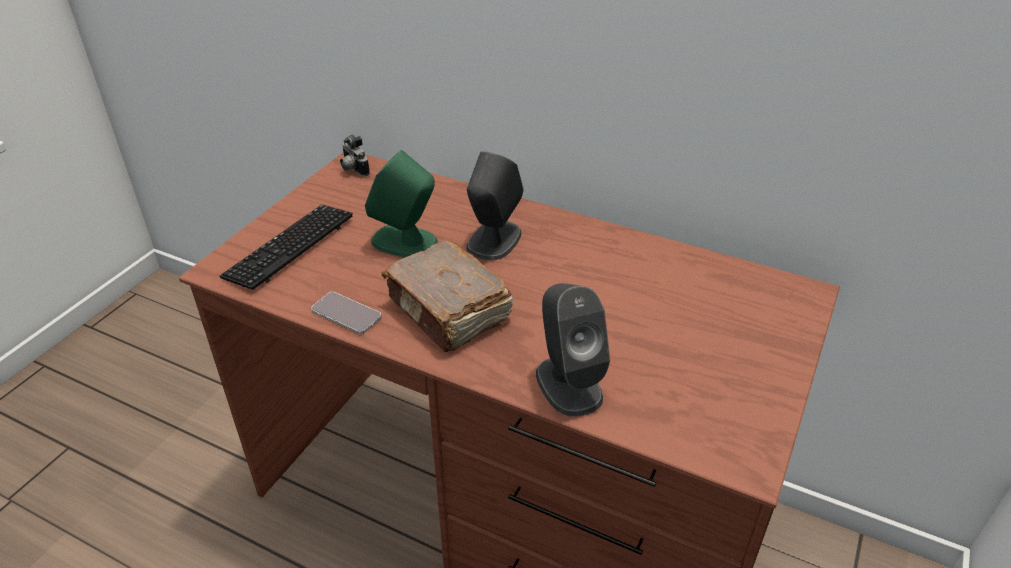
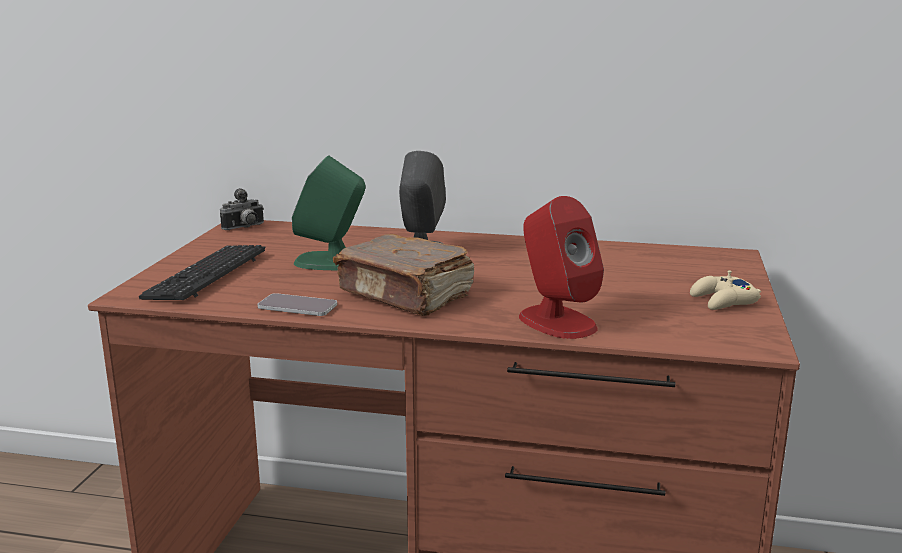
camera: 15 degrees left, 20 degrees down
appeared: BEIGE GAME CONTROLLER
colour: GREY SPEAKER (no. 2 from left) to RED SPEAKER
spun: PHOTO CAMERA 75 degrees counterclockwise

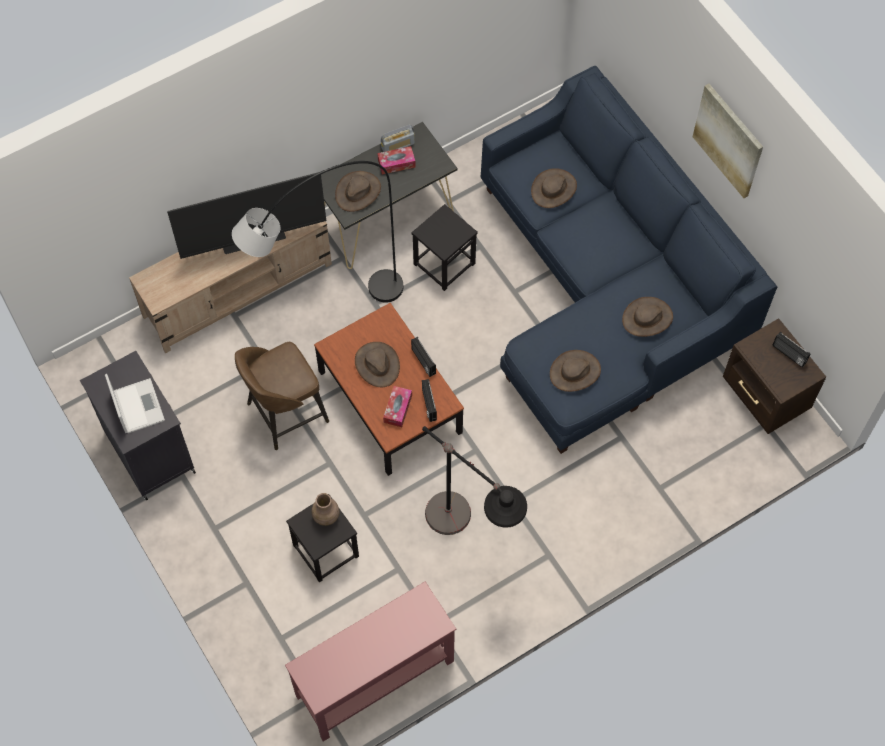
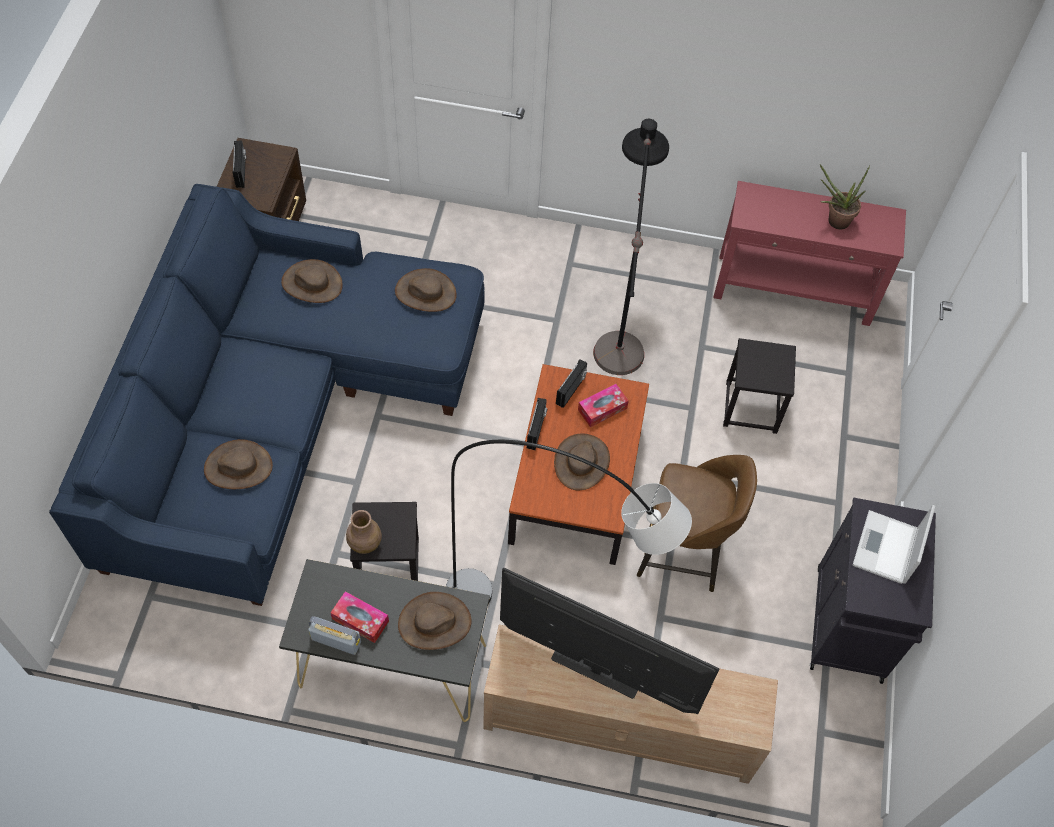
camera: 140 degrees left, 5 degrees down
missing: PICTURE
appeared: POTTED PLANT
relocated: BROWN VASE

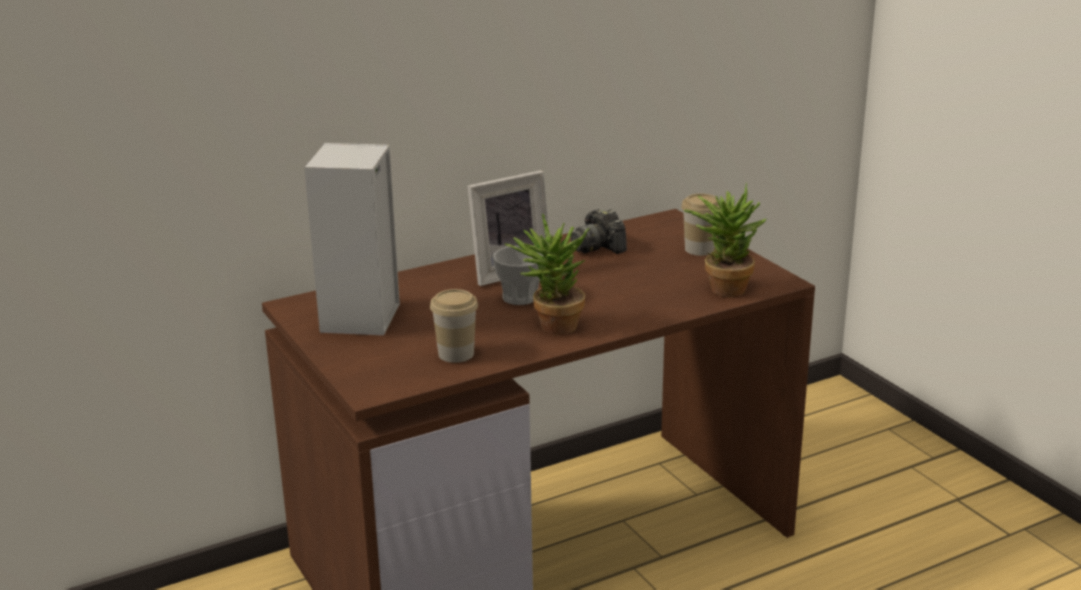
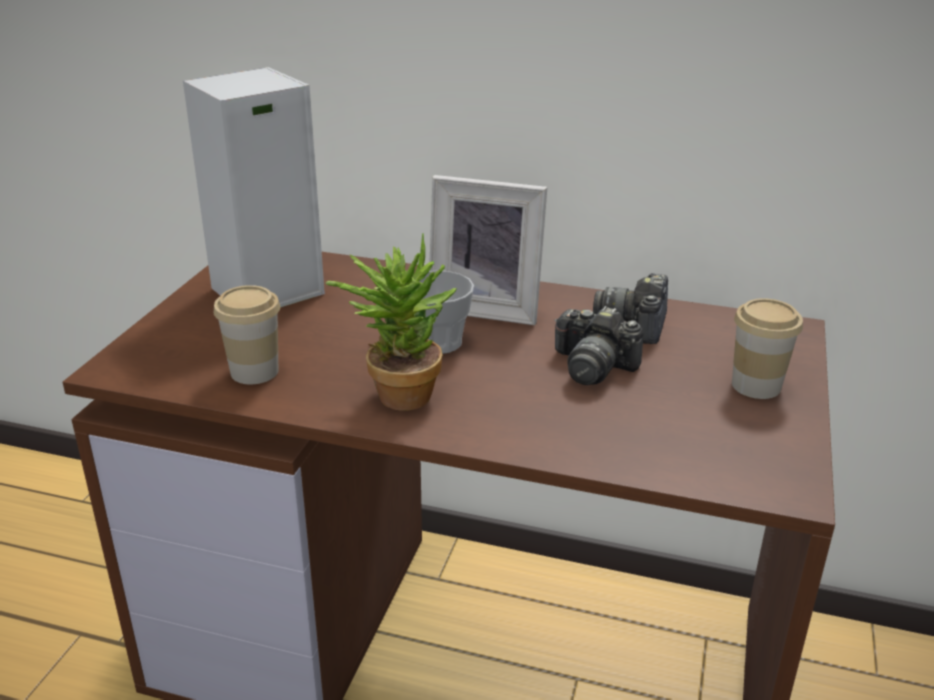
camera: 45 degrees right, 5 degrees up
missing: POTTED PLANT (no. 2 from left)
appeared: PHOTO CAMERA (no. 1 from left)

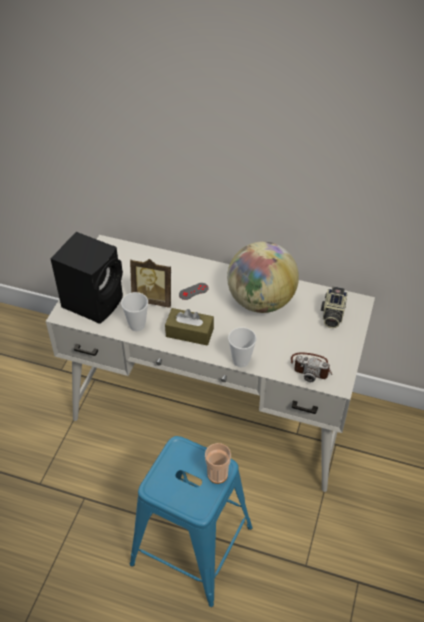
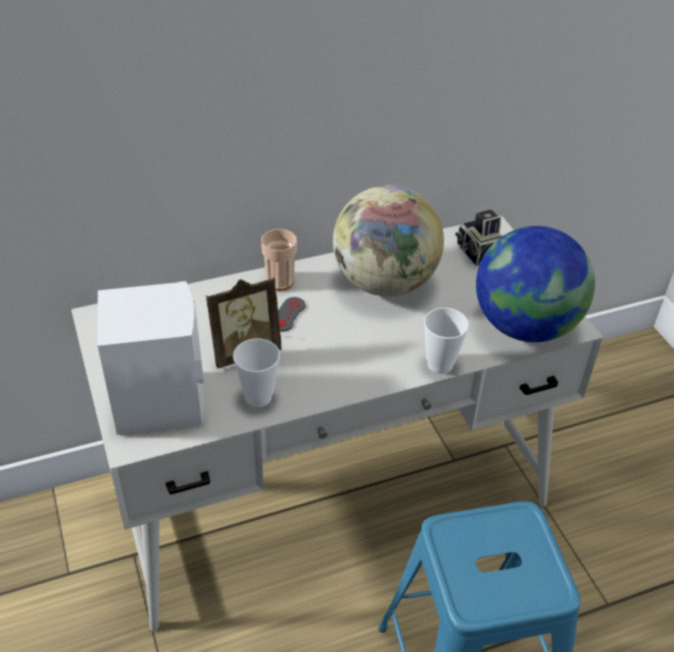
camera: 40 degrees left, 5 degrees down
missing: BROWN TISSUE BOX
relocated: CUP (no. 2 from left)
exchanged: PHOTO CAMERA (no. 1 from left) to GLOBE (no. 2 from left)
colour: BLACK SPEAKER to WHITE SPEAKER

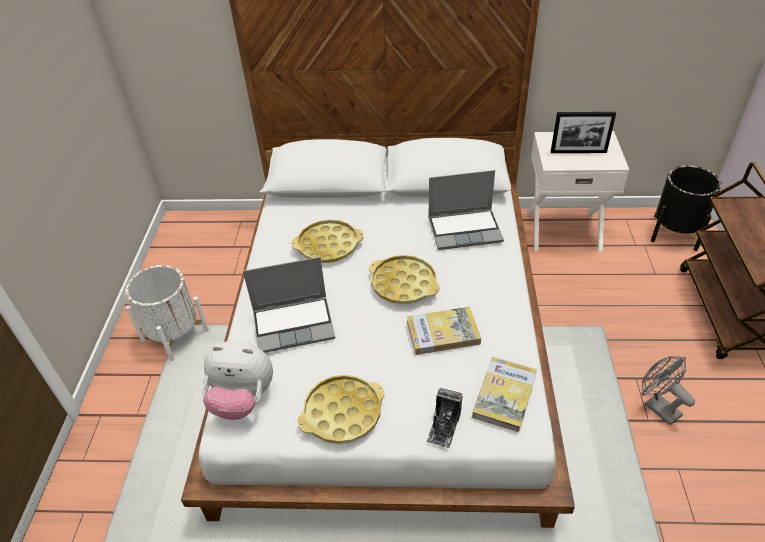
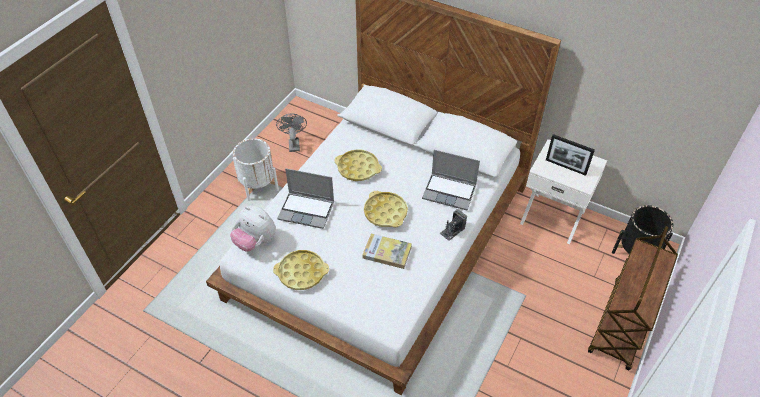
camera: 25 degrees right, 5 degrees up
missing: BOOK (no. 2 from left)
relocated: GREY FAN; PHOTO CAMERA

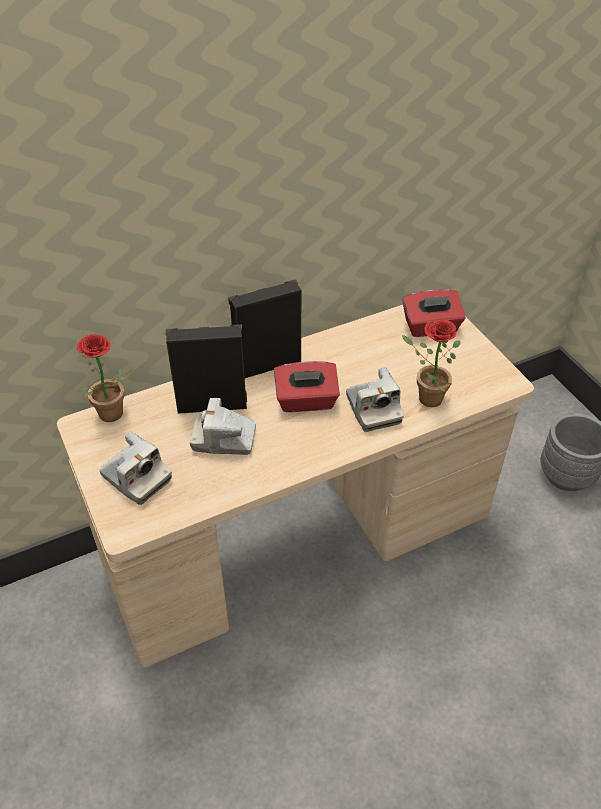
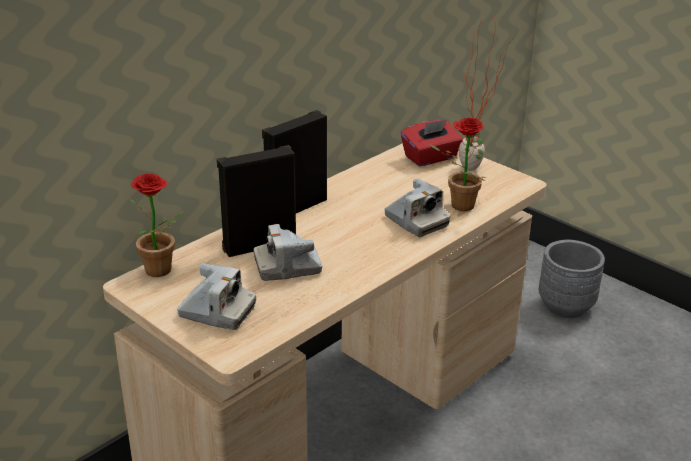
camera: 20 degrees left, 15 degrees down
missing: RED TISSUE BOX (no. 1 from left)
appeared: POTTED PLANT (no. 3 from left)

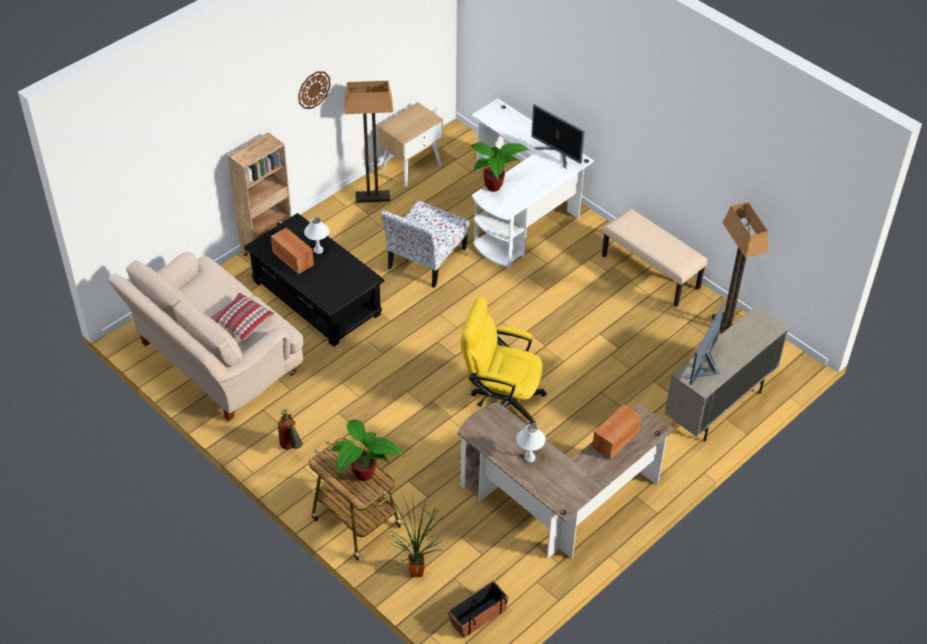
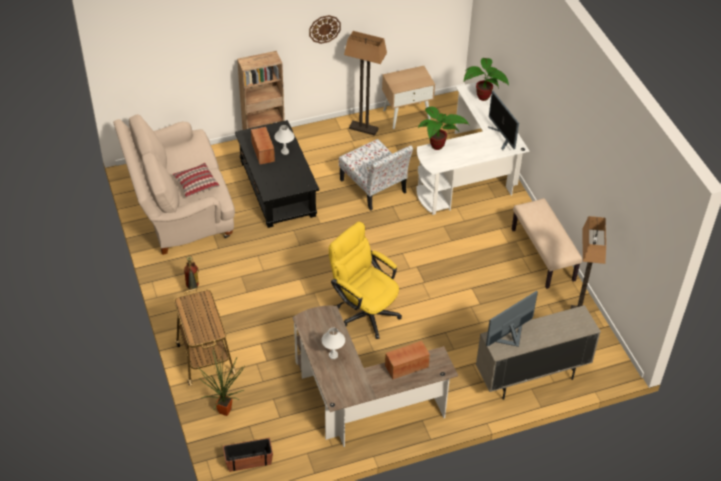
camera: 25 degrees right, 0 degrees up
relocated: POTTED PLANT (no. 1 from left in the first image) to POTTED PLANT (no. 3 from left)
spun: CHAIR 90 degrees counterclockwise

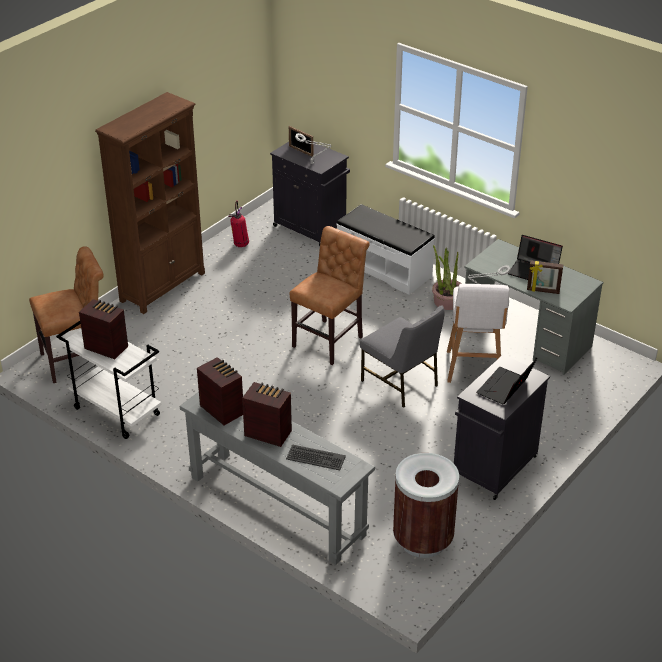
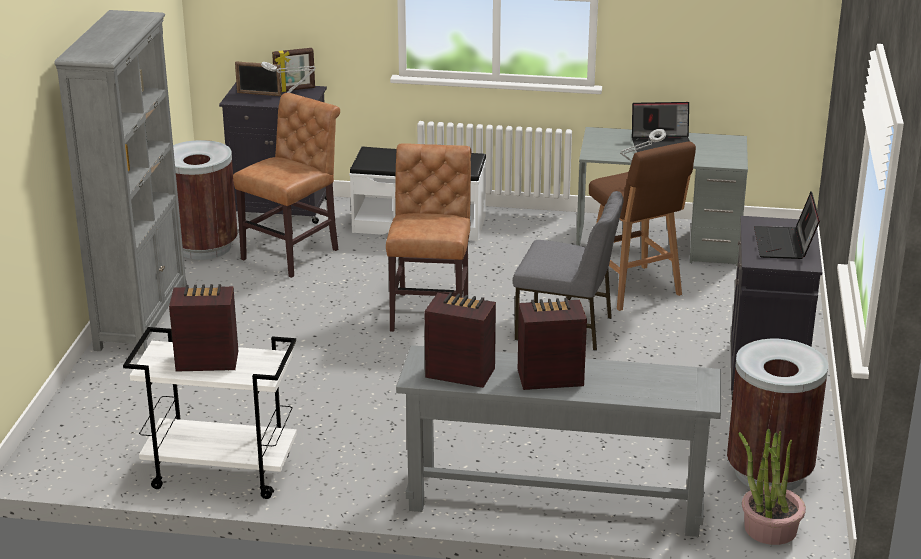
camera: 30 degrees left, 10 degrees down
missing: KEYBOARD
relocated: POTTED PLANT; BROWN CHAIR (no. 1 from left); PICTURE FRAME (no. 2 from left)
exchanged: FIRE EXTINGUISHER to BROWN TRASH CAN (no. 1 from left)
colour: BROWN BOOKCASE to GREY BOOKCASE; WHITE STOOL to BROWN STOOL

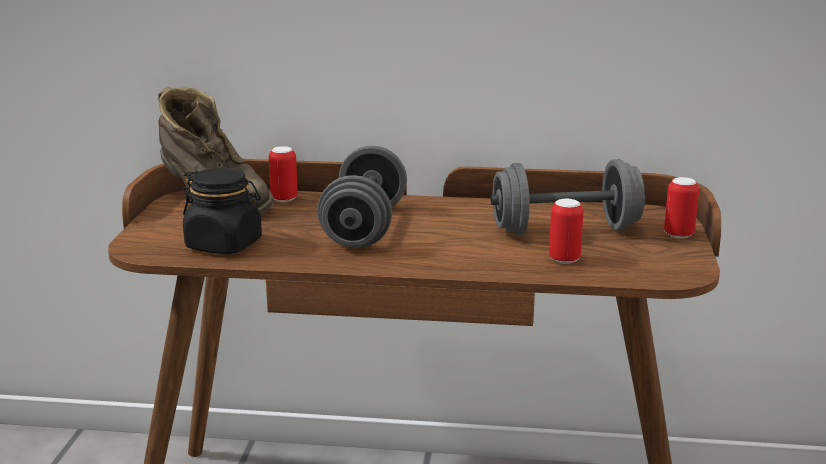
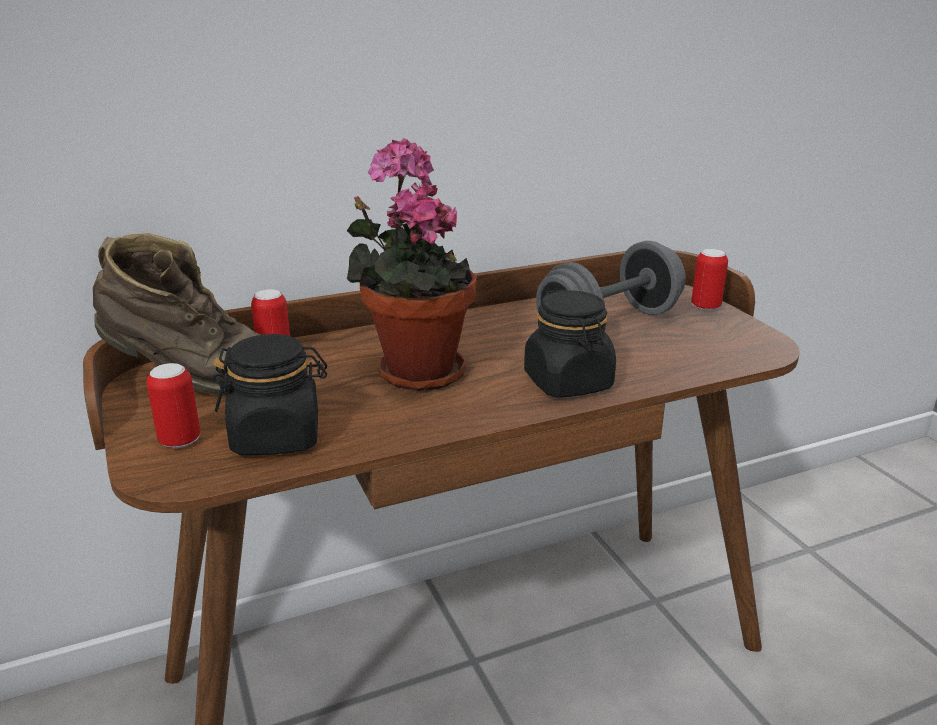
camera: 30 degrees left, 5 degrees up
appeared: BLACK JAR (no. 2 from left)
relocated: CAN (no. 2 from left in the first image) to CAN (no. 1 from left)
exchanged: GREY DUMBBELL (no. 1 from left) to POTTED PLANT

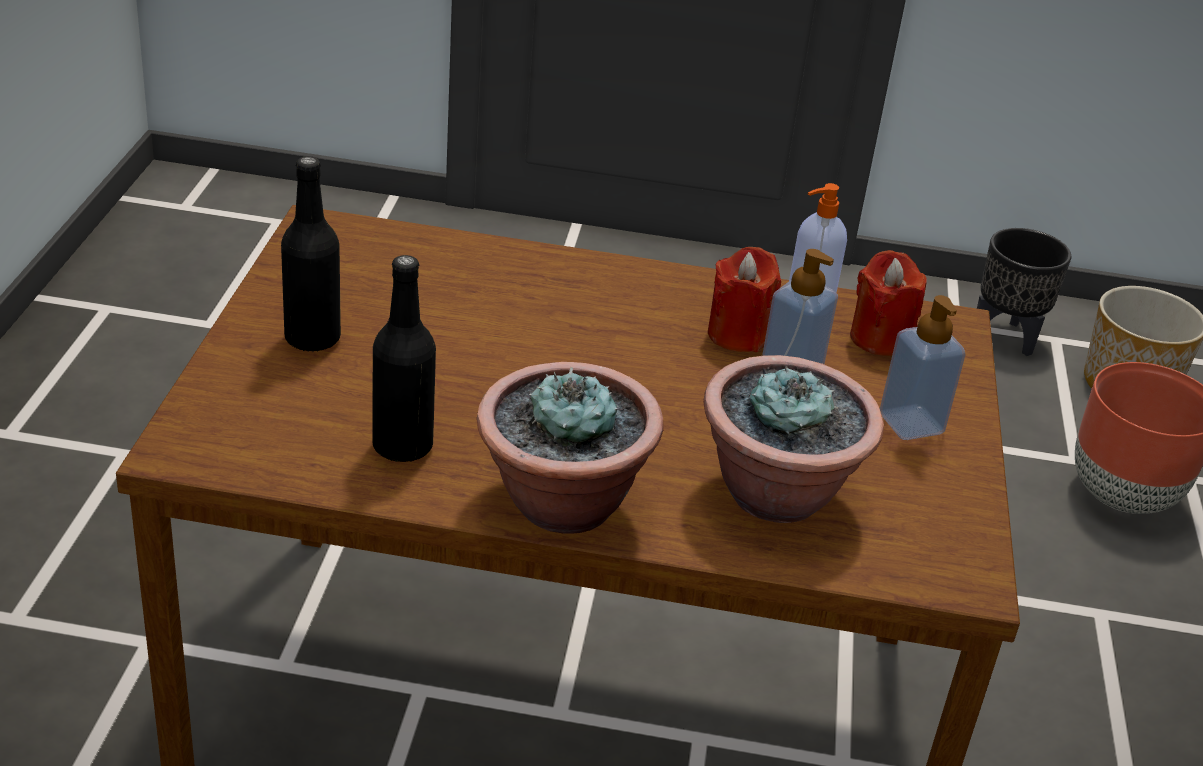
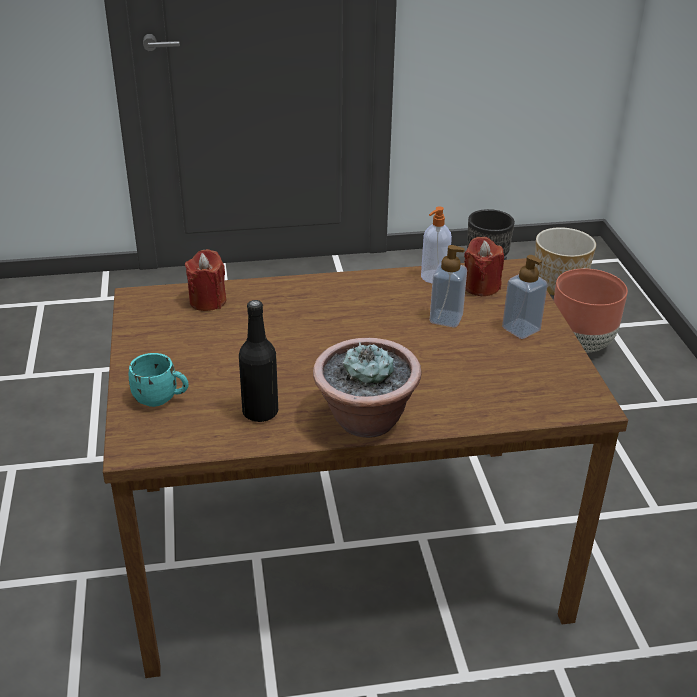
camera: 15 degrees left, 0 degrees up
missing: BLACK BOTTLE (no. 1 from left); POTTED PLANT (no. 2 from left)
appeared: TURQUOISE MUG
relocated: RED CANDLE (no. 1 from left)

